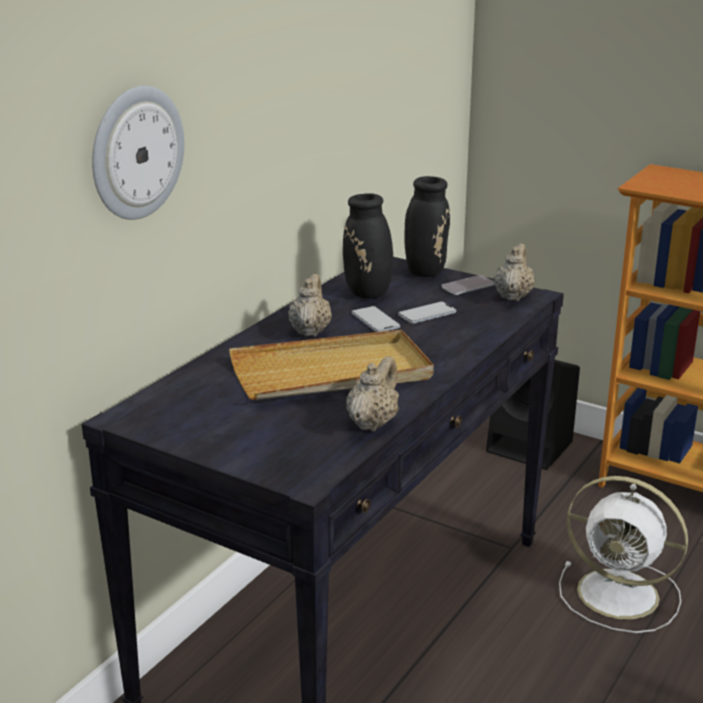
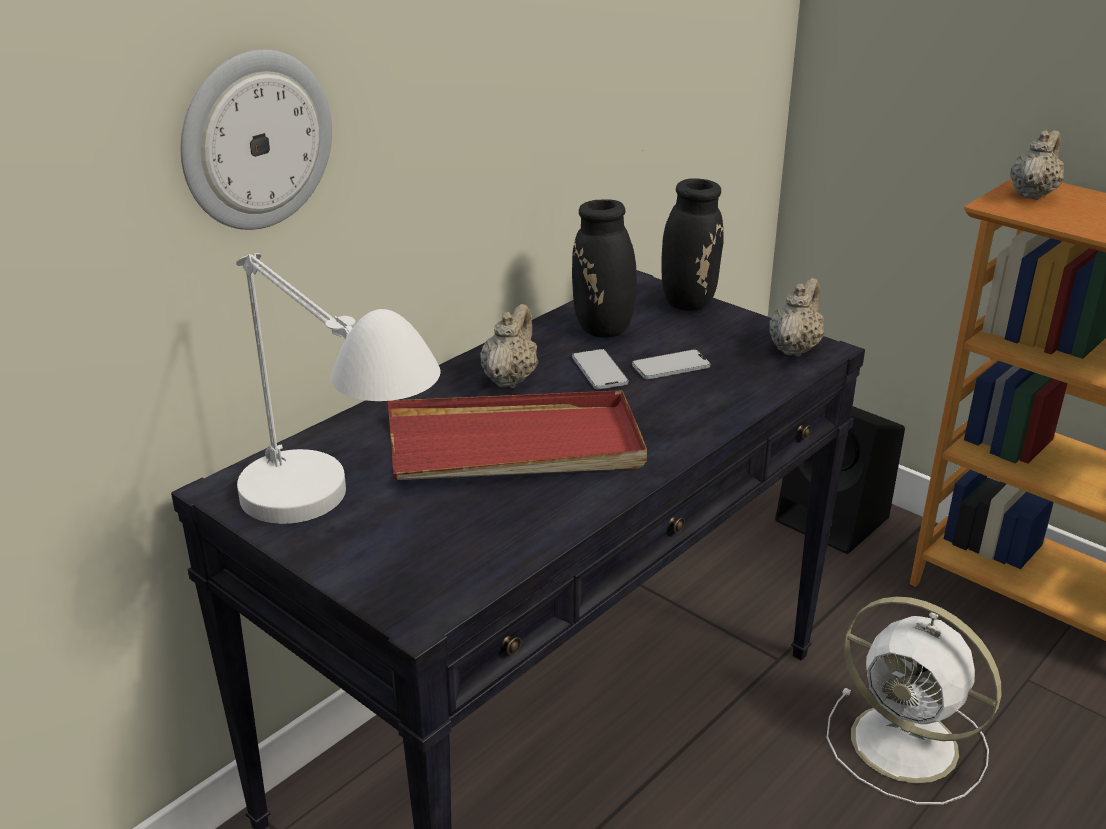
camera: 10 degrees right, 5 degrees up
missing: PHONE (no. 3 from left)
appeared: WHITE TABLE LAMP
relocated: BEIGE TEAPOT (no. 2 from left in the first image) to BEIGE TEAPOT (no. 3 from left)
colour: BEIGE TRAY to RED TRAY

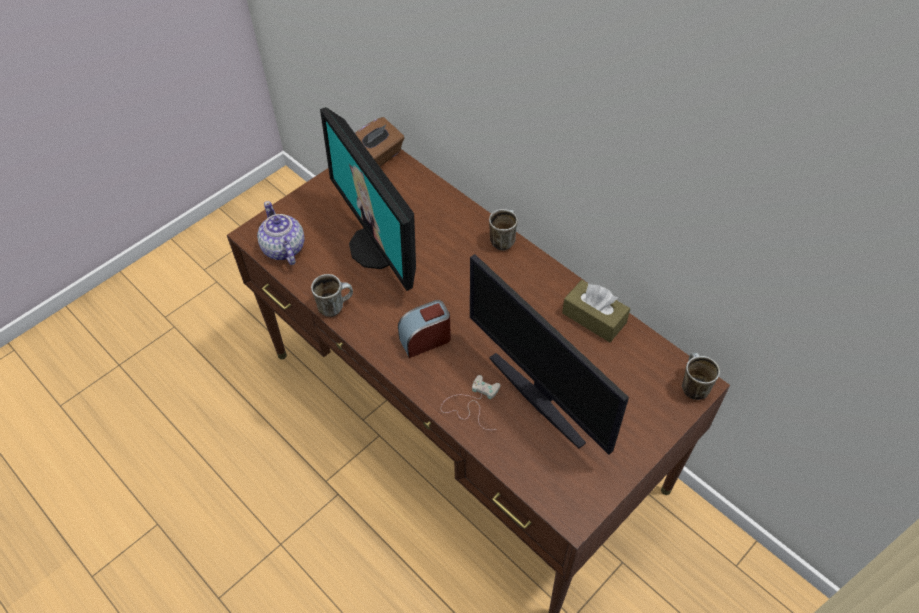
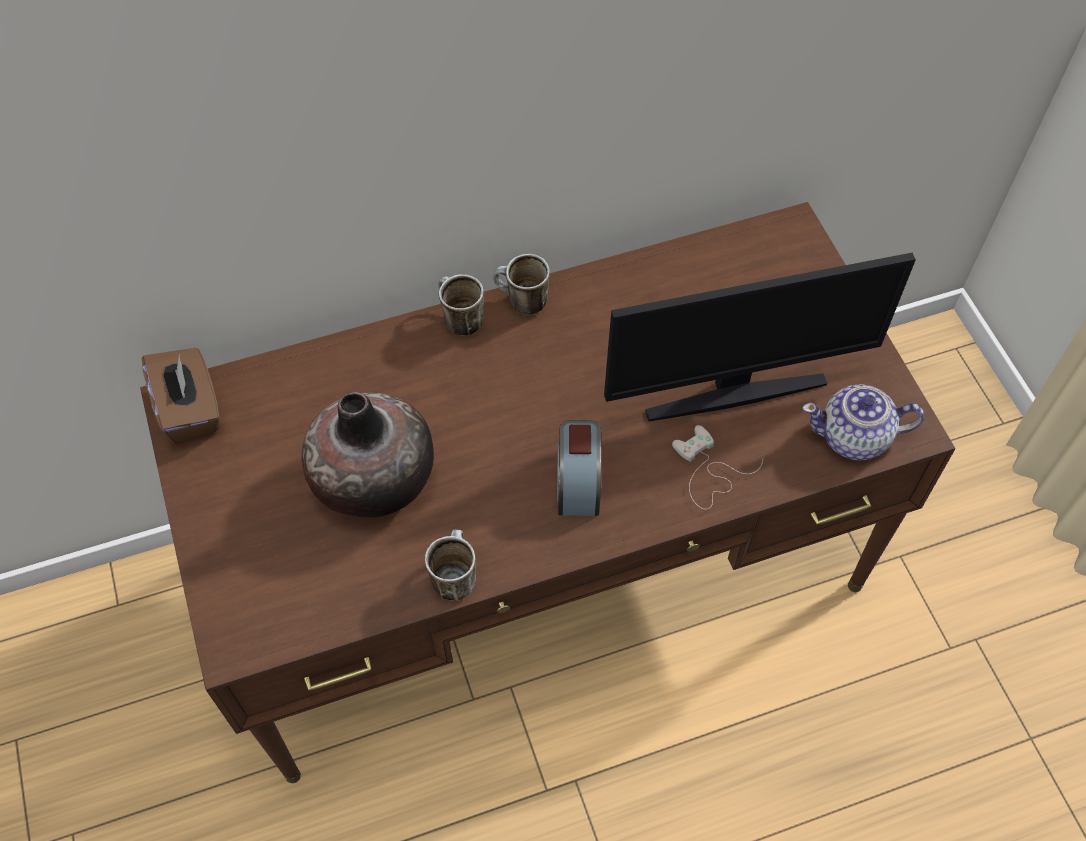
camera: 65 degrees left, 5 degrees up
missing: BROWN TISSUE BOX (no. 2 from left)
relocated: TEAPOT; MUG (no. 3 from left)
exchanged: MONITOR (no. 1 from left) to VASE

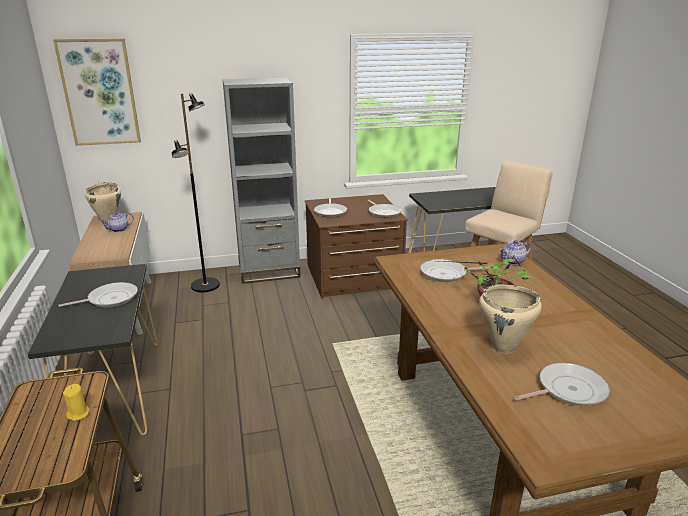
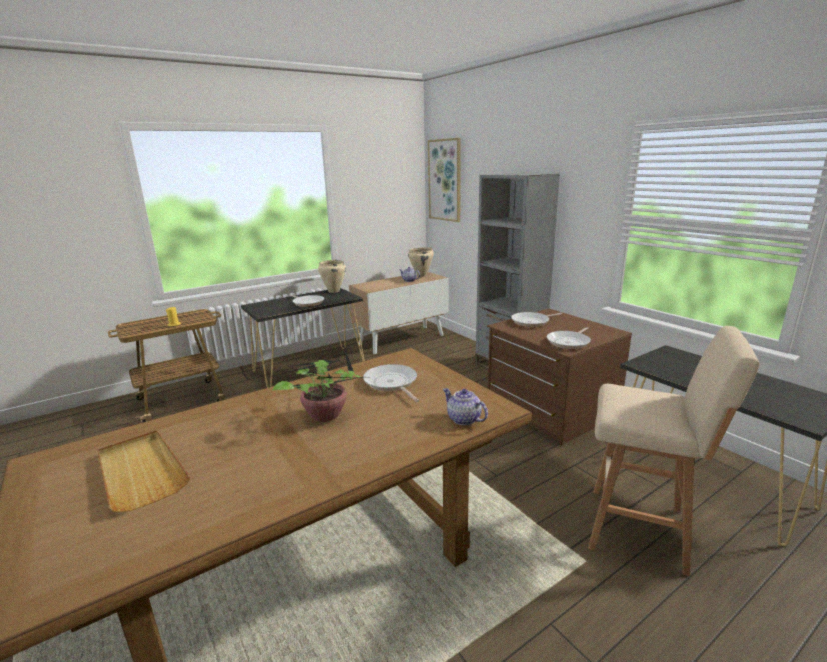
camera: 70 degrees right, 5 degrees down
missing: BLACK FLOOR LAMP
relocated: BEIGE COOKING POT (no. 2 from left in the first image) to BEIGE COOKING POT (no. 1 from left)
exchanged: FRYING PAN (no. 5 from left) to BEIGE TRAY

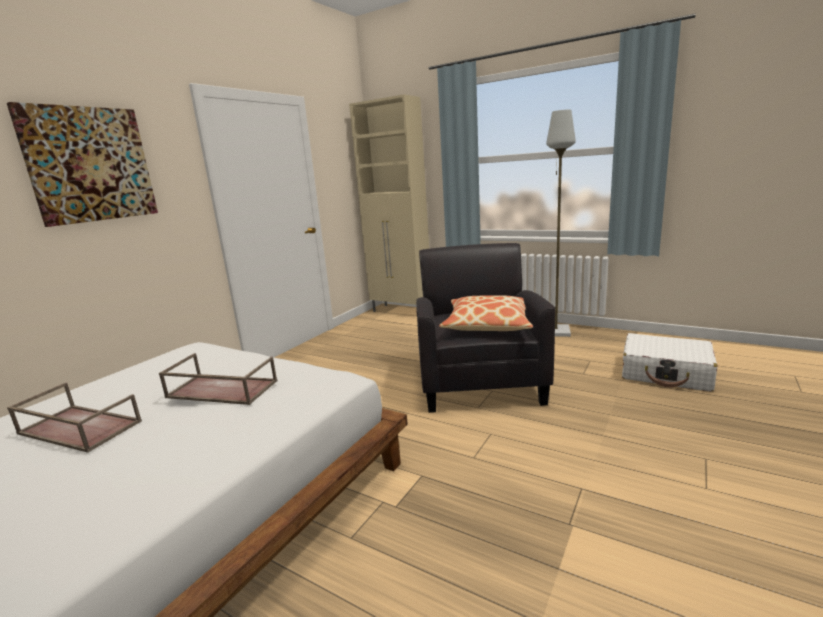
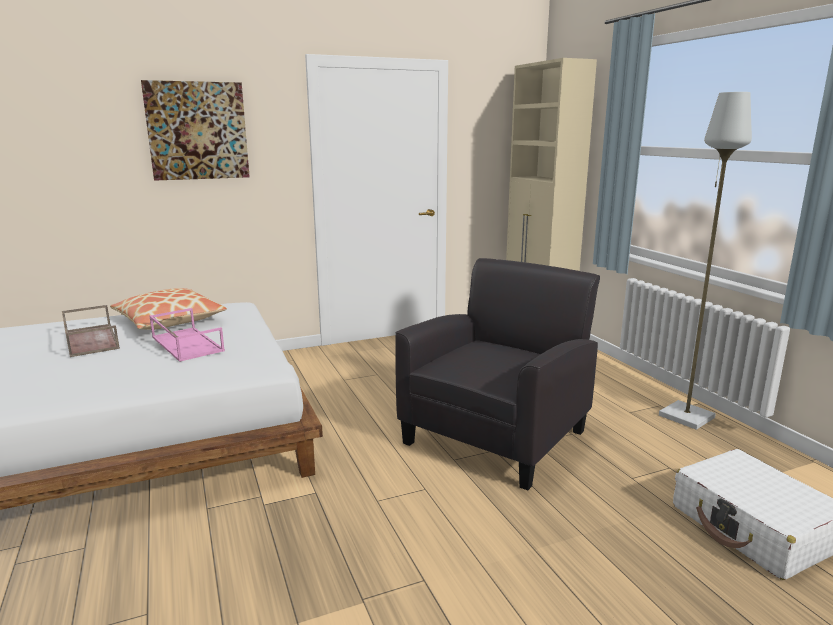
camera: 35 degrees right, 0 degrees up
relocated: PILLOW
colour: BROWN TRAY (no. 2 from left) to PINK TRAY

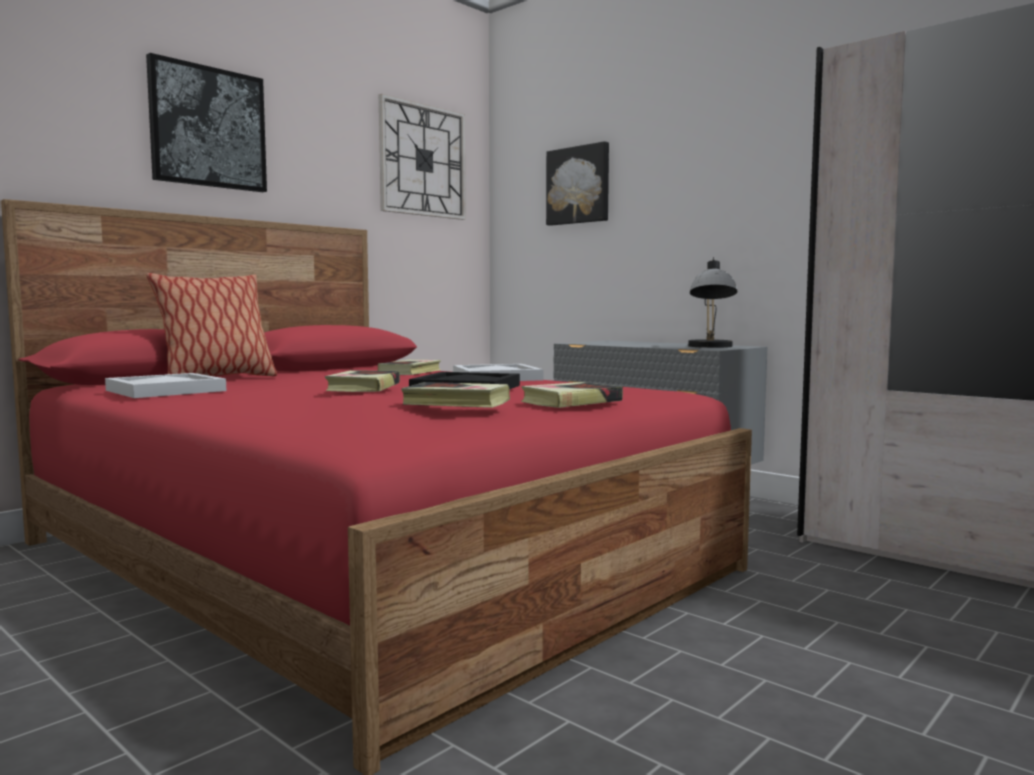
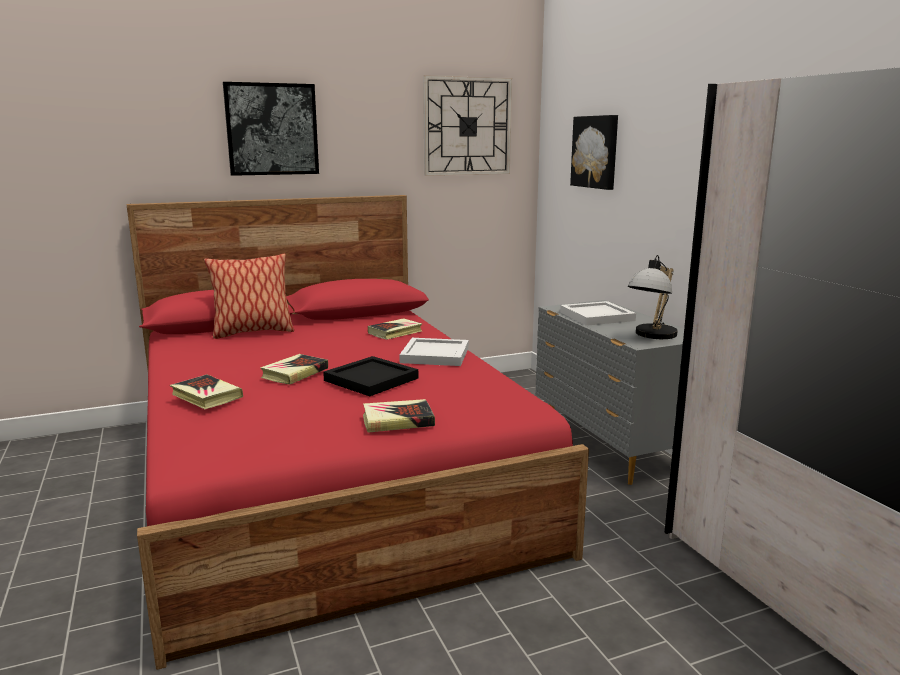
camera: 25 degrees right, 10 degrees up
relocated: WHITE TRAY (no. 1 from left in the first image) to WHITE TRAY (no. 2 from left); BOOK (no. 3 from left in the first image) to BOOK (no. 1 from left)

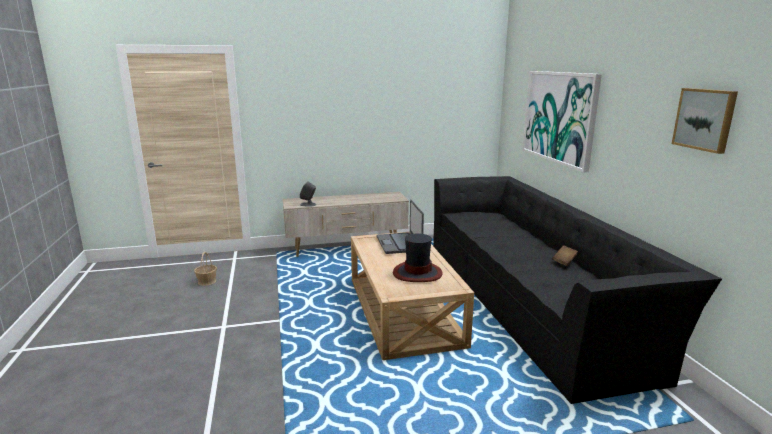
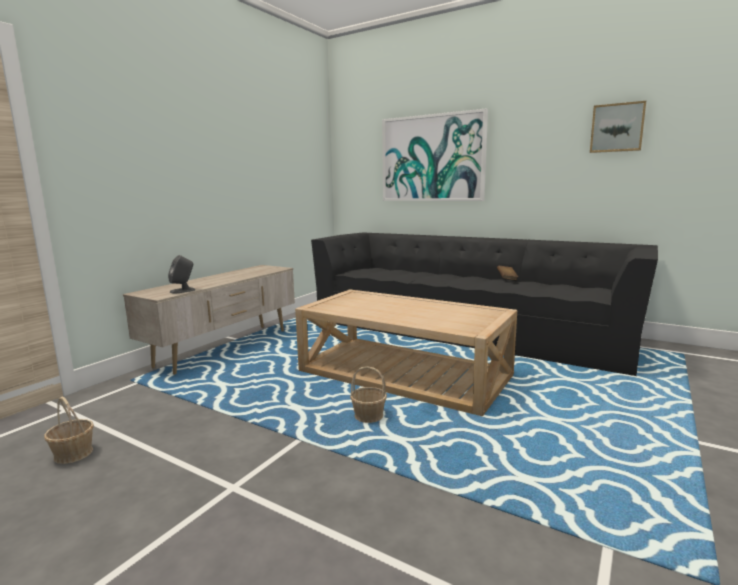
camera: 45 degrees left, 5 degrees down
missing: LAPTOP; HAT
appeared: BASKET (no. 2 from left)

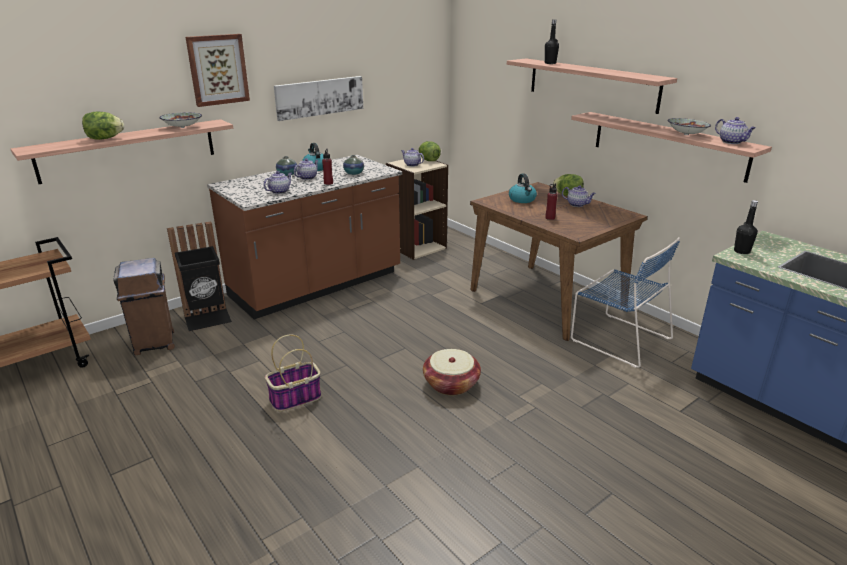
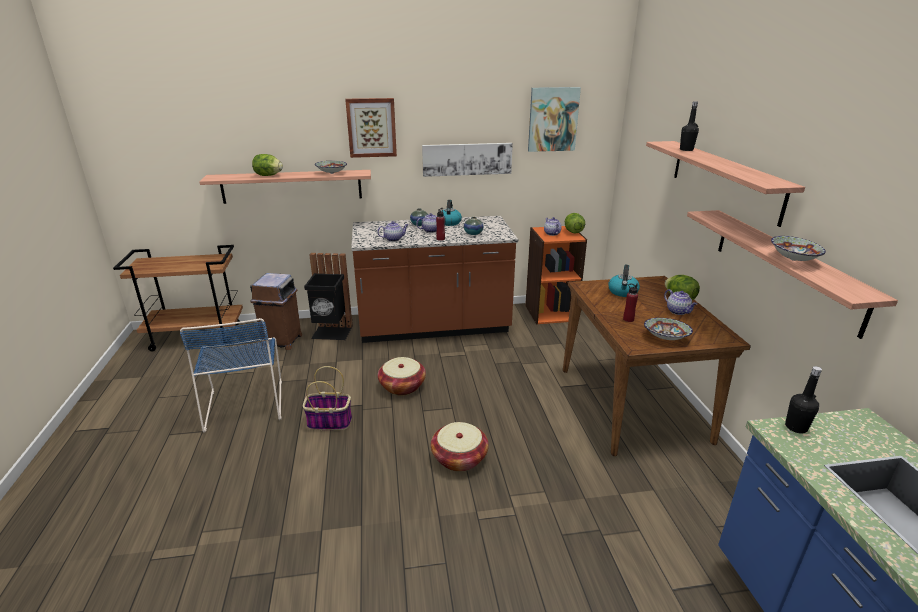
camera: 30 degrees right, 0 degrees up
missing: TEAPOT (no. 5 from left)
appeared: PICTURE (no. 3 from left); BOWL (no. 2 from left); BASKET (no. 2 from left)
relocated: BLUE CHAIR
colour: BEIGE BOOKCASE to ORANGE BOOKCASE

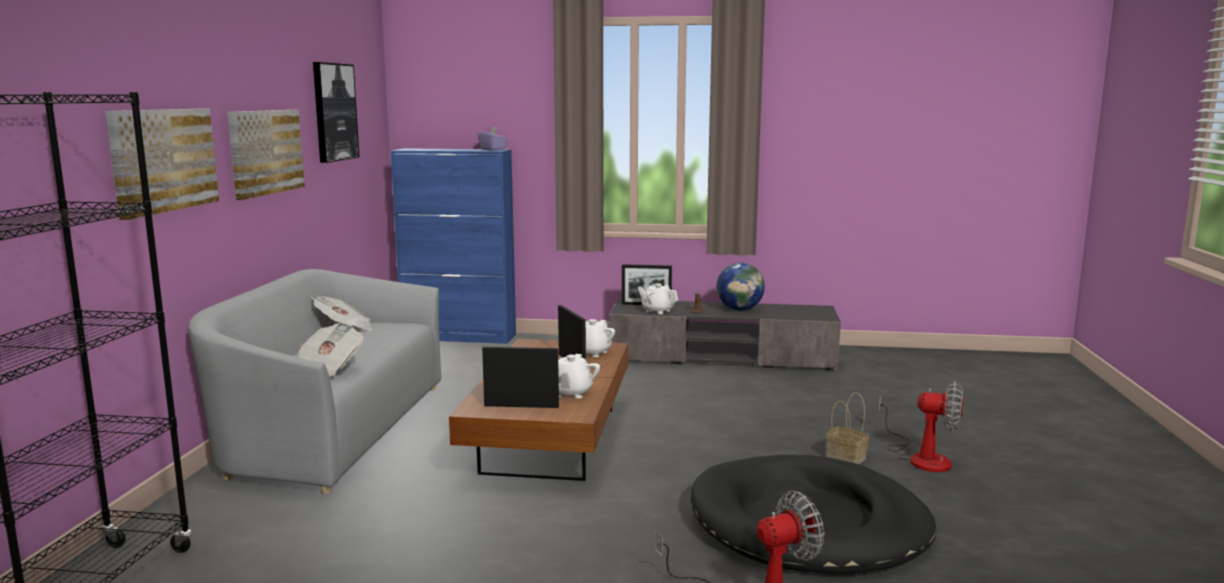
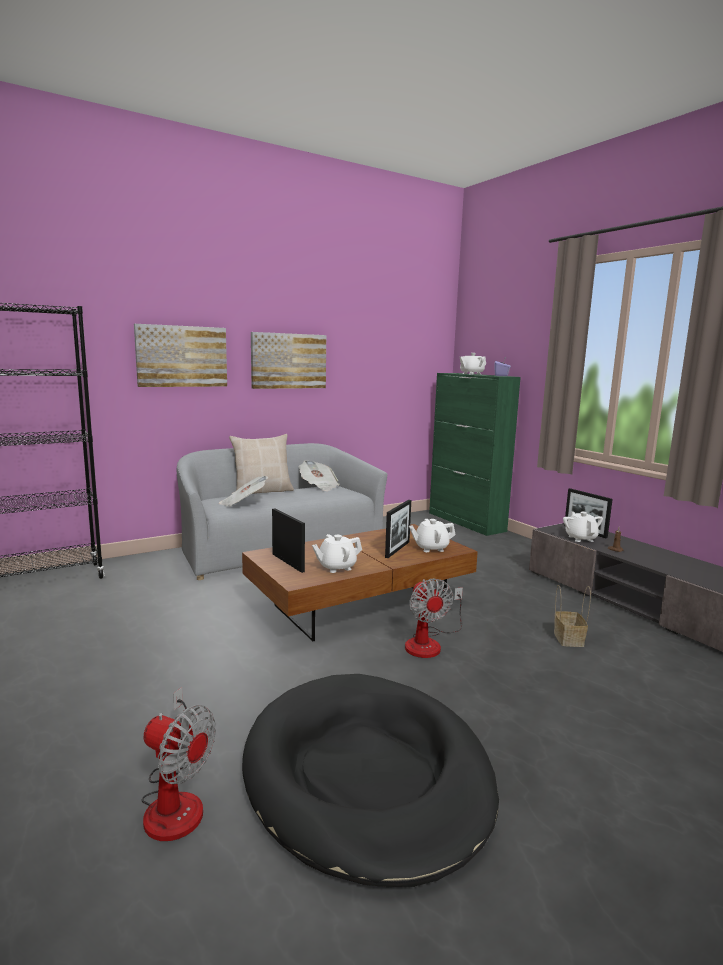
camera: 50 degrees right, 0 degrees up
missing: PICTURE (no. 3 from left); GLOBE
appeared: WHITE TEAPOT (no. 3 from left); BEIGE PILLOW
relocated: FAN (no. 2 from left); BASKET
colour: BLUE CABINET to GREEN CABINET

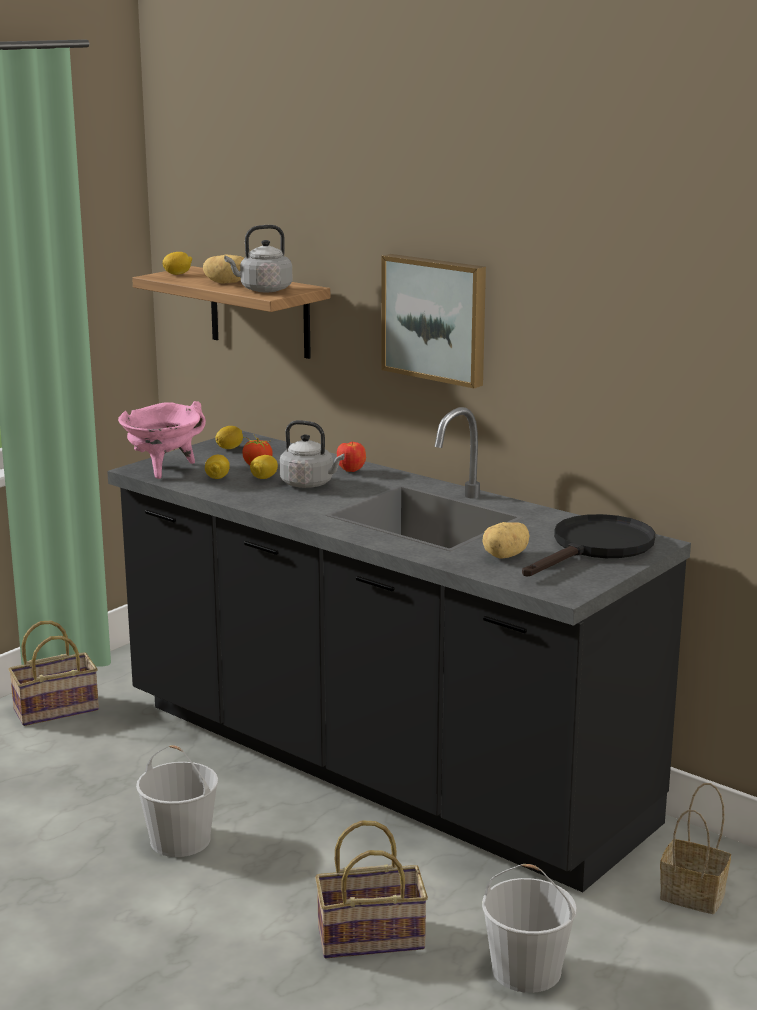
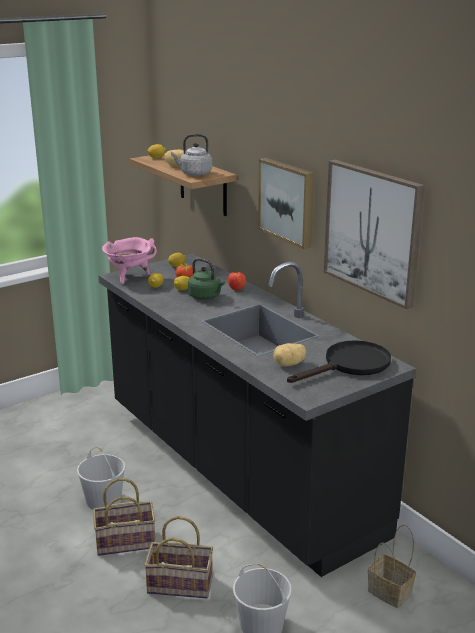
camera: 15 degrees right, 5 degrees up
appeared: PICTURE (no. 2 from left)
relocated: BASKET (no. 1 from left)
colour: GREY KETTLE (no. 2 from left) to GREEN KETTLE

